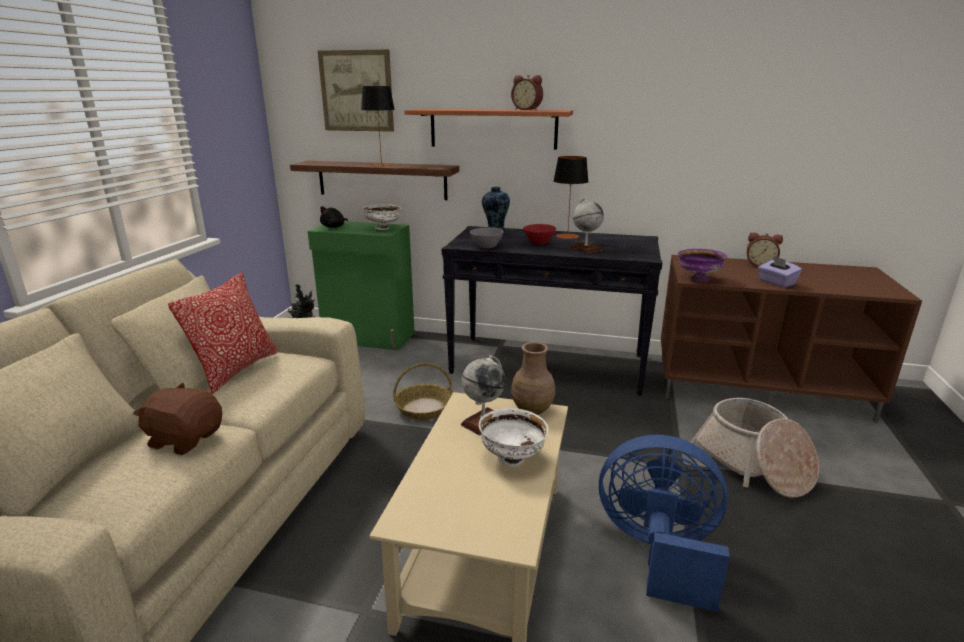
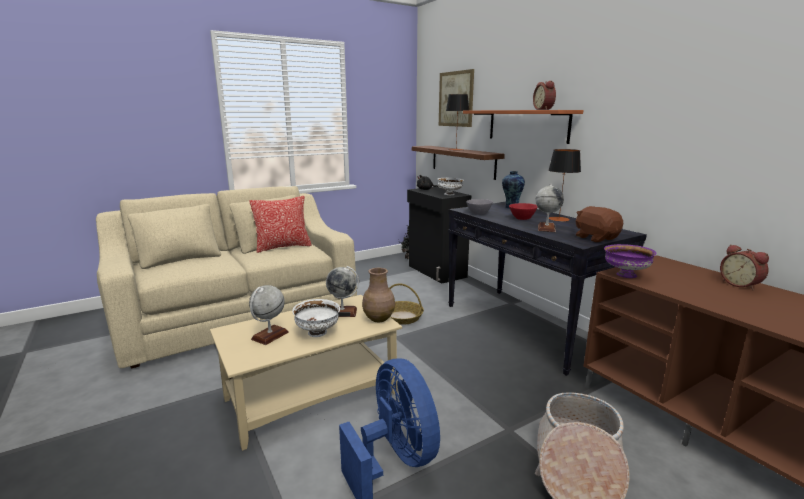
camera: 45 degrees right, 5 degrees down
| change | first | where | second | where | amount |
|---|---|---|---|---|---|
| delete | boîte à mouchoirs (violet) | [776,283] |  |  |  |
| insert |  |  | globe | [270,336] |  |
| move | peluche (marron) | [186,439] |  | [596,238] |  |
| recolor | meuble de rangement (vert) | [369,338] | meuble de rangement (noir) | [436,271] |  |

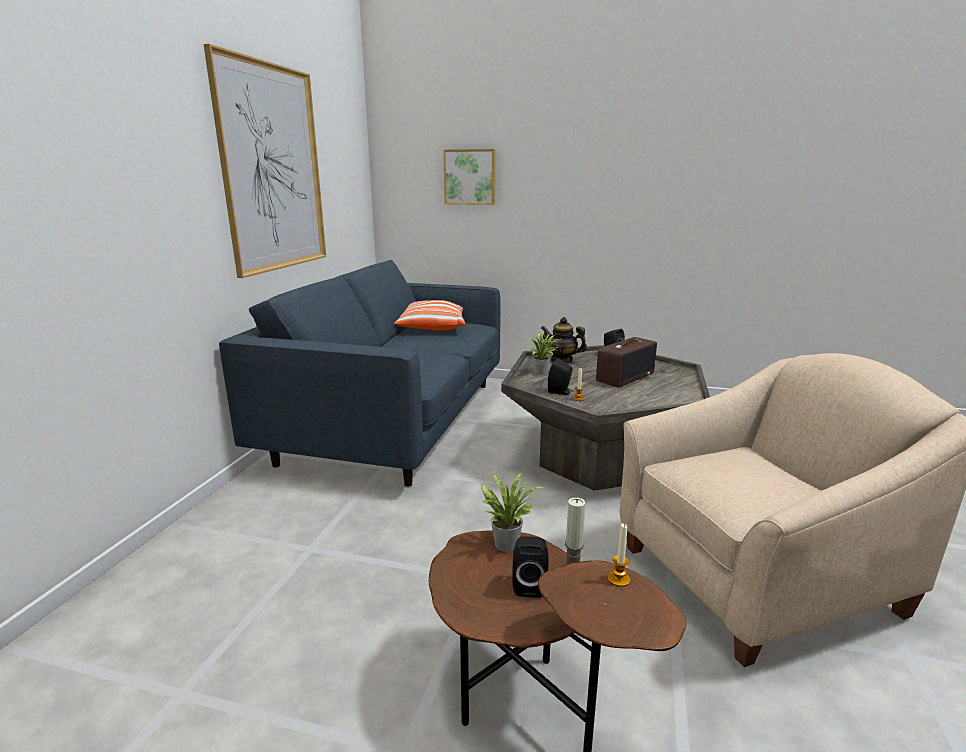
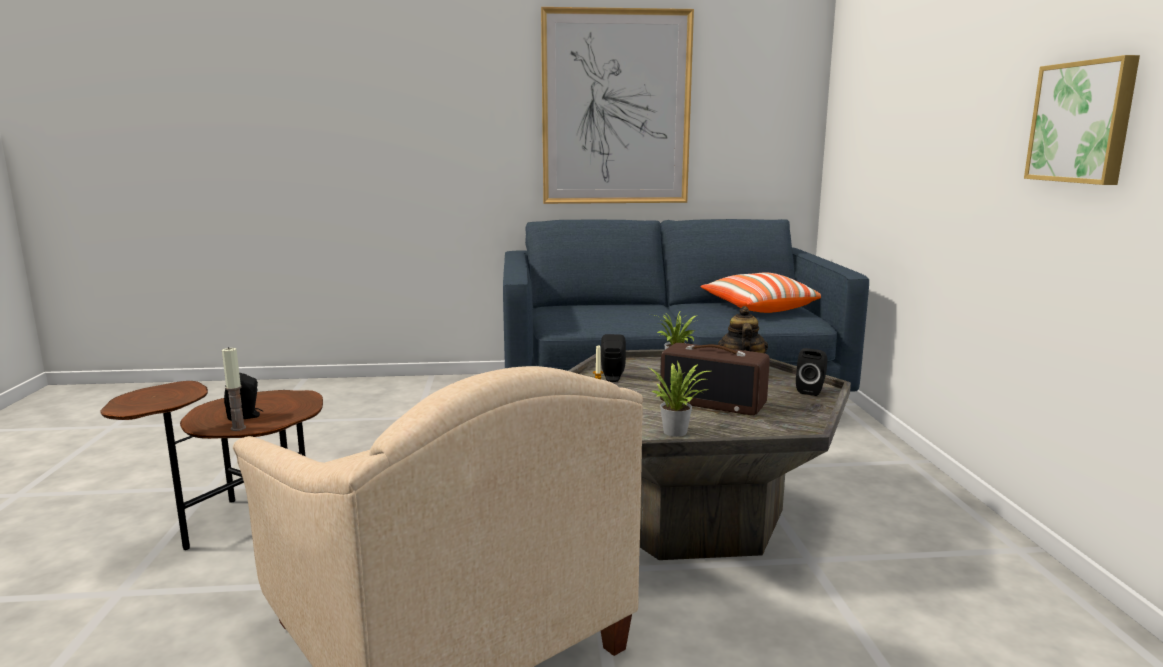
camera: 70 degrees right, 5 degrees down
| change | first | where | second | where | amount |
|---|---|---|---|---|---|
| delete | bougie | [618,579] |  |  |  |
| move | tableau | [470,177] |  | [1083,122] |  |
| move | plante en pot | [505,542] |  | [678,431] |  |

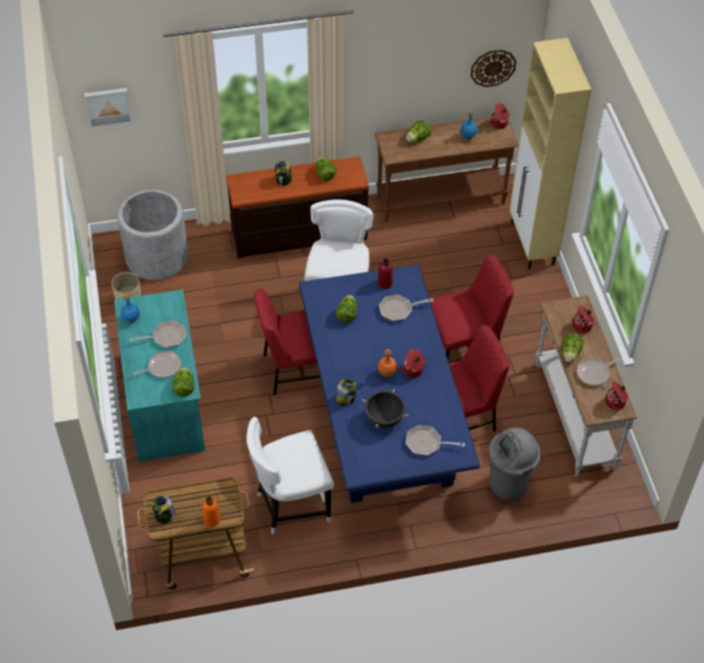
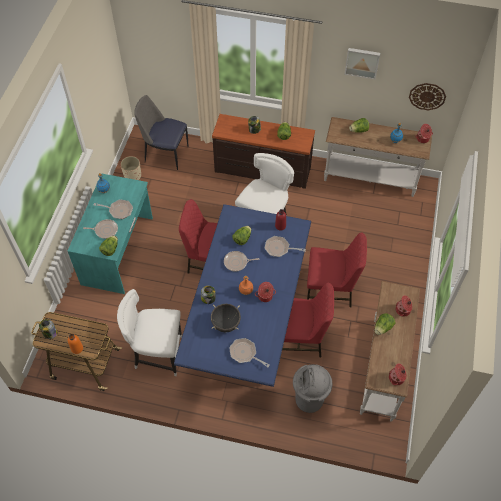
camera: 25 degrees right, 5 degrees up
| change | first | where | second | where | amount |
|---|---|---|---|---|---|
| delete | meuble de rangement (beige) | [532,244] |  |  |  |
| move | tableau | [108,106] |  | [362,62] |  |
| move | poêle | [594,373] |  | [237,262] |  |
| replace | cache-pot (gris) | [157,257] | chaise | [165,153] |  |
| recolor | table console (marron) | [441,201] | table console (blanc) | [370,179] |  |

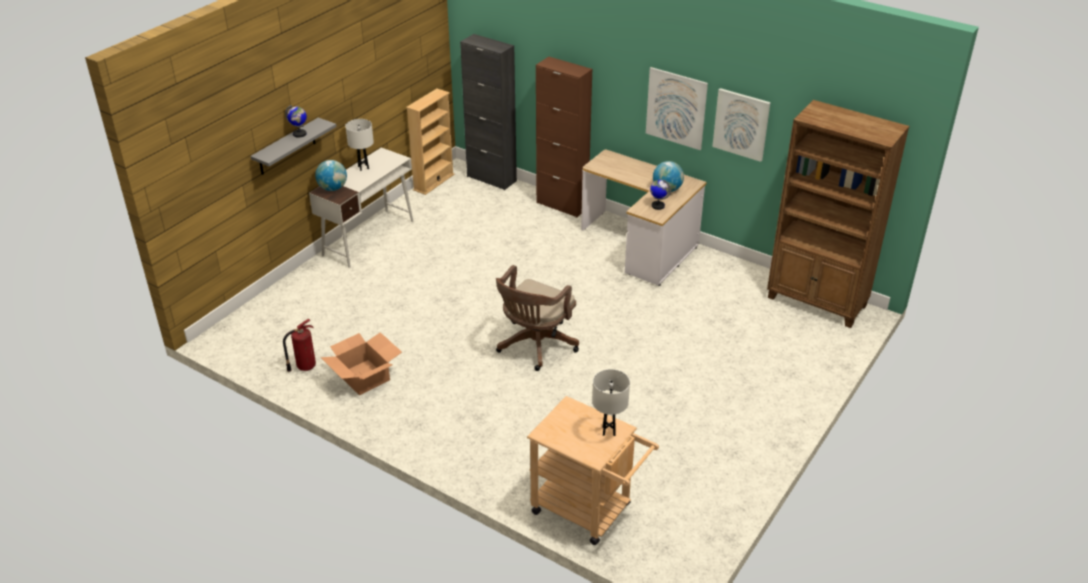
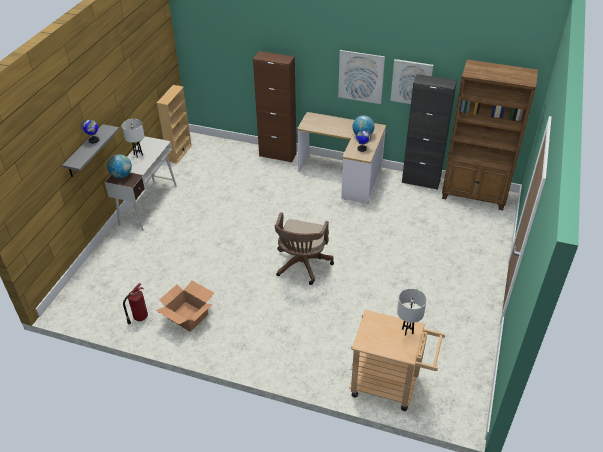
camera: 15 degrees left, 5 degrees up
| change | first | where | second | where | amount |
|---|---|---|---|---|---|
| move | meuble de rangement (noir) | [491,178] |  | [421,181] |  |

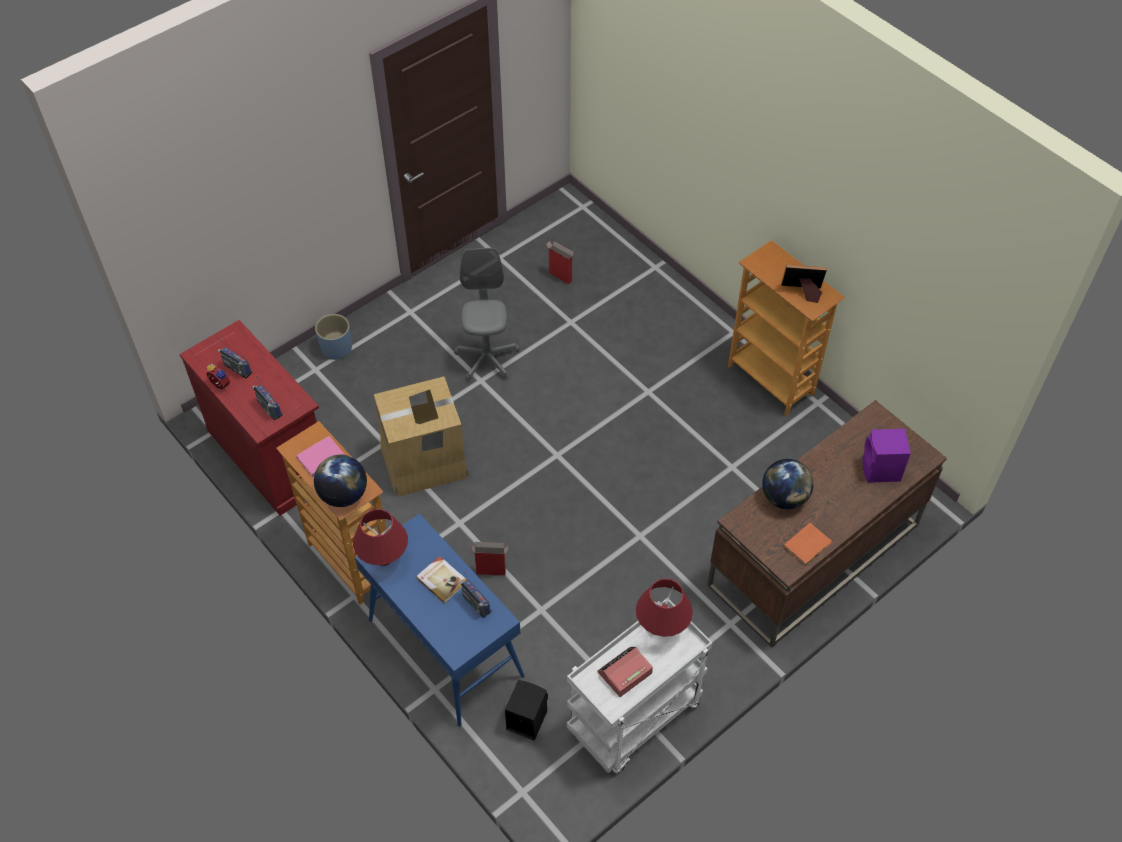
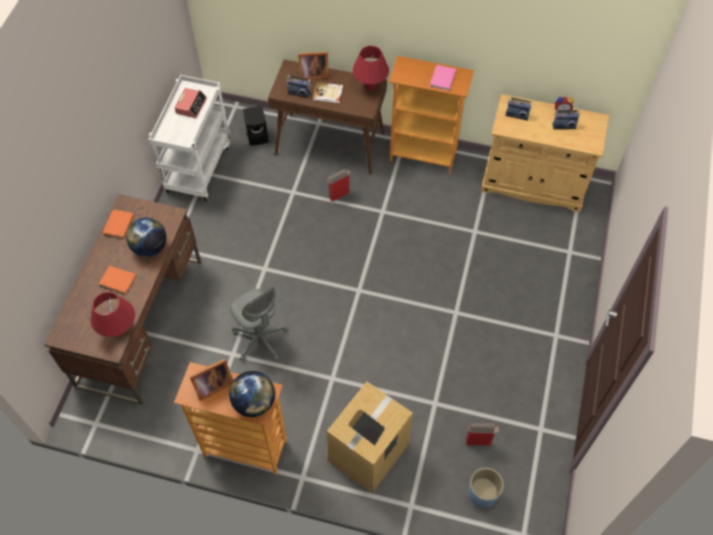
camera: 145 degrees right, 5 degrees up
| change | first | where | second | where | amount |
|---|---|---|---|---|---|
| delete | enceinte (violet) | [880,471] |  |  |  |
| insert |  |  | livre (orange) | [118,281] |  |
| insert |  |  | cadre photo | [312,74] |  |
| move | globe | [343,495] |  | [254,402] |  |
| move | cache-pot (bleu) | [336,348] |  | [483,493] |  |
| move | carton | [425,462] |  | [368,450] |  |
| move | chaise de bureau (gris) | [487,358] |  | [260,339] |  |
| move | lampe de table (rouge) | [662,627] |  | [119,329] |  |
| recolor | meuble de rangement (rouge) | [270,455] | meuble de rangement (beige) | [533,183] |  |
| recolor | table console (bleu) | [444,648] | table console (marron) | [330,144] |  |

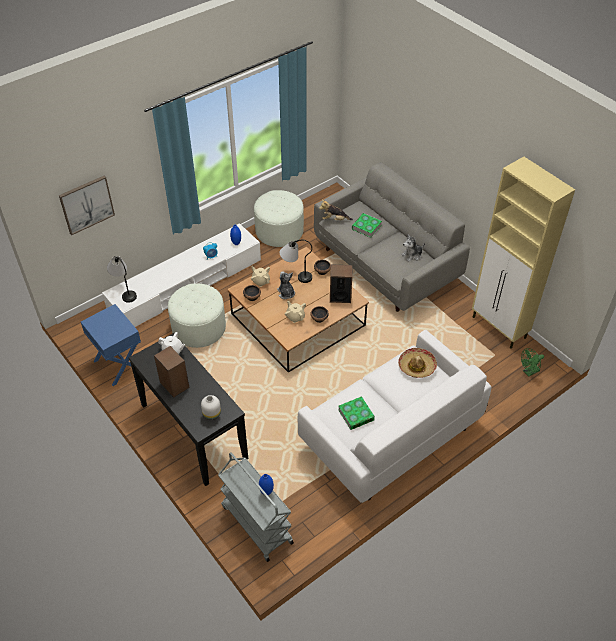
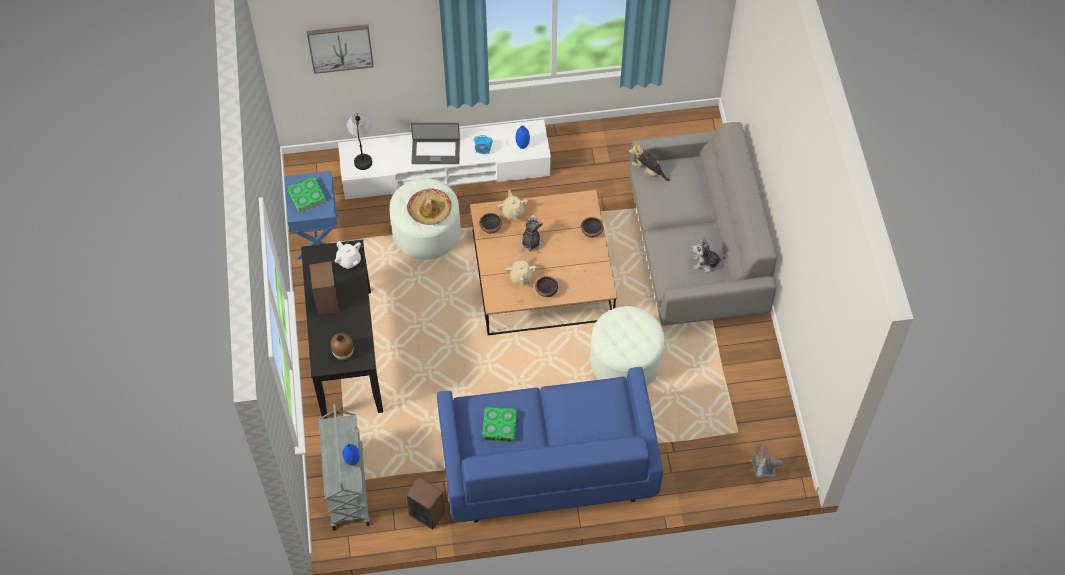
camera: 30 degrees right, 10 degrees up
| change | first | where | second | where | amount |
|---|---|---|---|---|---|
| delete | lampe de table | [295,275] |  |  |  |
| delete | meuble de rangement (beige) | [499,328] |  |  |  |
| insert |  |  | ordinateur portable | [435,151] |  |
| move | pouf (blanc) | [279,231] |  | [625,361] |  |
| move | enceinte | [340,296] |  | [427,513] |  |
| move | livre | [366,227] |  | [307,196] |  |
| move | chapeau | [417,366] |  | [429,210] |  |
| recolor | vase (blanc) | [211,414] | vase (marron) | [342,353] |  |
| recolor | canapé (blanc) | [390,435] | canapé (bleu) | [547,464] |  |
| recolor | ventilateur (vert) | [529,372] | ventilateur (gris) | [761,473] |  |

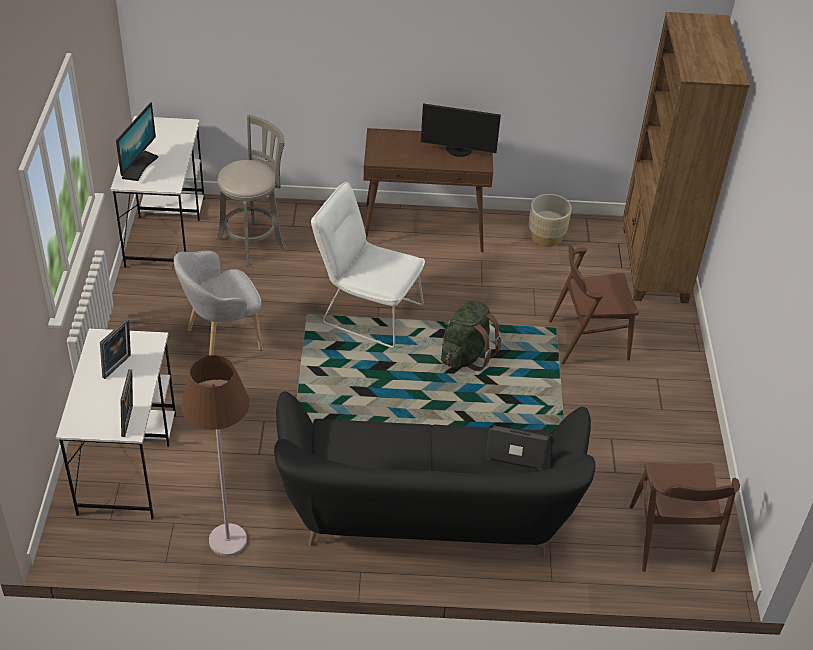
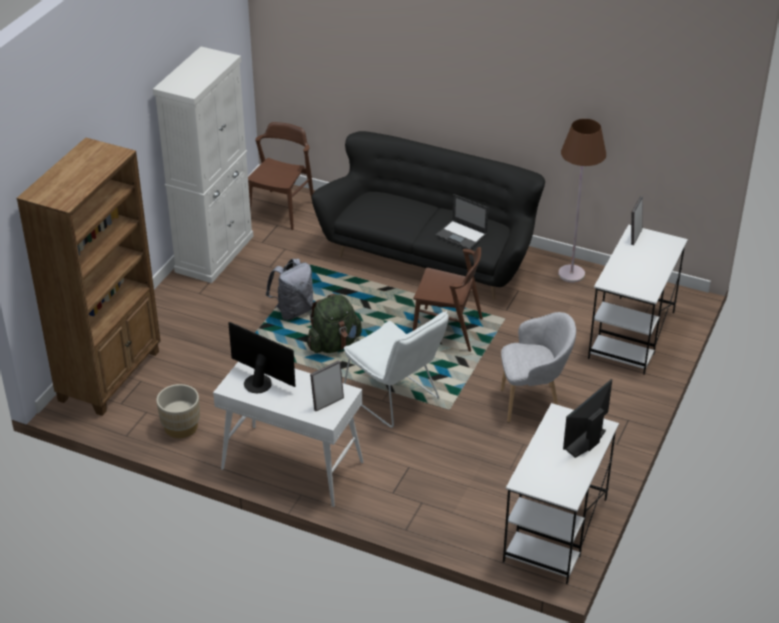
camera: 155 degrees left, 5 degrees down
| change | first | where | second | where | amount |
|---|---|---|---|---|---|
| delete | tabouret (gris) | [253,241] |  |  |  |
| insert |  |  | meuble de rangement (blanc) | [214,254] |  |
| insert |  |  | sac à dos (gris) | [293,311] |  |
| move | cadre photo | [118,367] |  | [327,402] |  |
| move | ordinateur portable | [516,448] |  | [462,235] |  |
| move | chaise (marron) | [588,340] |  | [447,330] |  |
| recolor | table console (marron) | [424,228] | table console (blanc) | [291,466] |  |

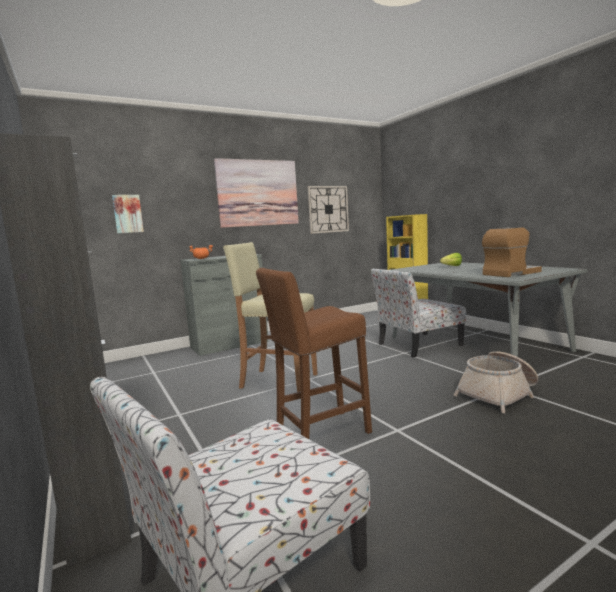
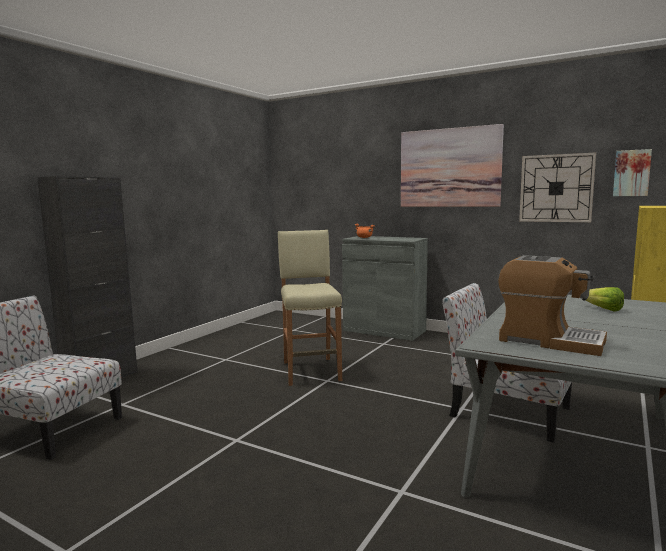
camera: 60 degrees right, 0 degrees up
| change | first | where | second | where | amount |
|---|---|---|---|---|---|
| delete | tabouret (marron) | [318,433] |  |  |  |
| delete | panier | [498,394] |  |  |  |
| move | tableau | [127,214] |  | [631,173] |  |

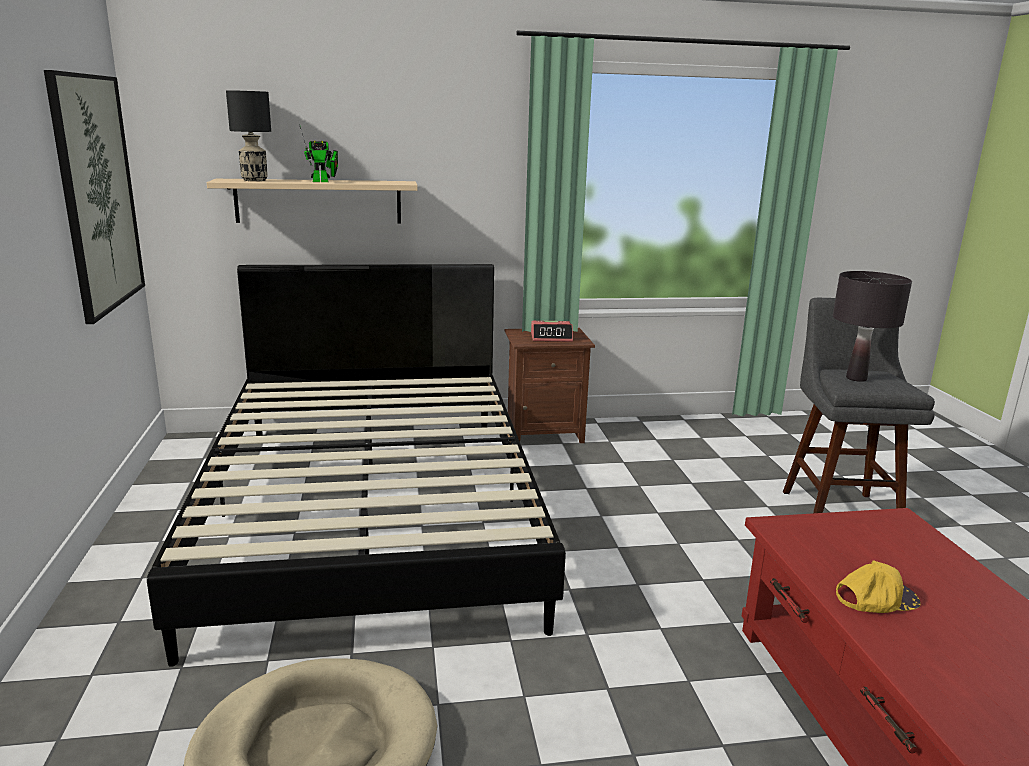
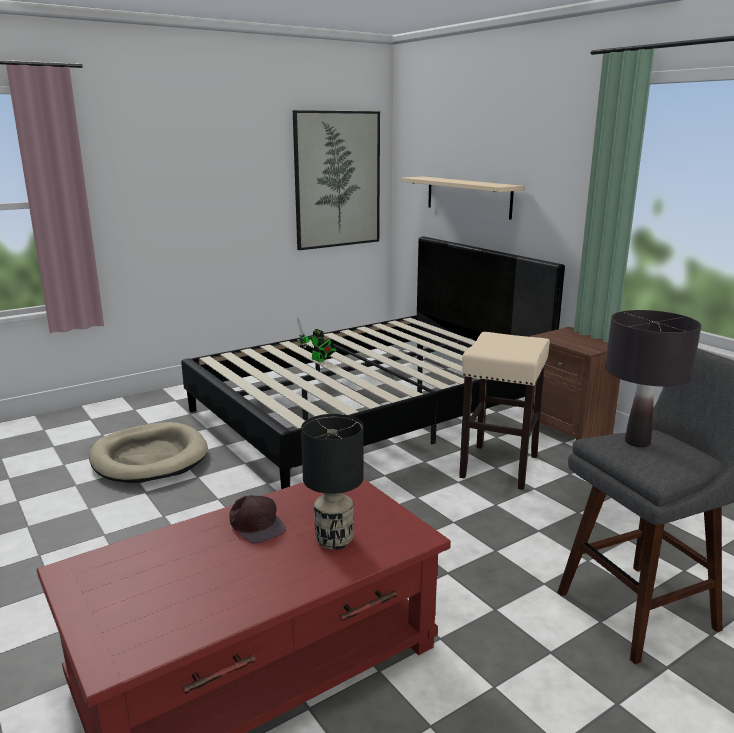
camera: 65 degrees right, 0 degrees up
| change | first | where | second | where | amount |
|---|---|---|---|---|---|
| delete | réveil | [551,337] |  |  |  |
| insert |  |  | tabouret (beige) | [499,467] |  |
| move | lampe de table (noir) | [254,180] |  | [333,540] |  |
| move | robot jouet | [323,181] |  | [318,360] |  |
| recolor | casquette (jaune) | [875,597] | casquette (marron) | [256,524] |  |

